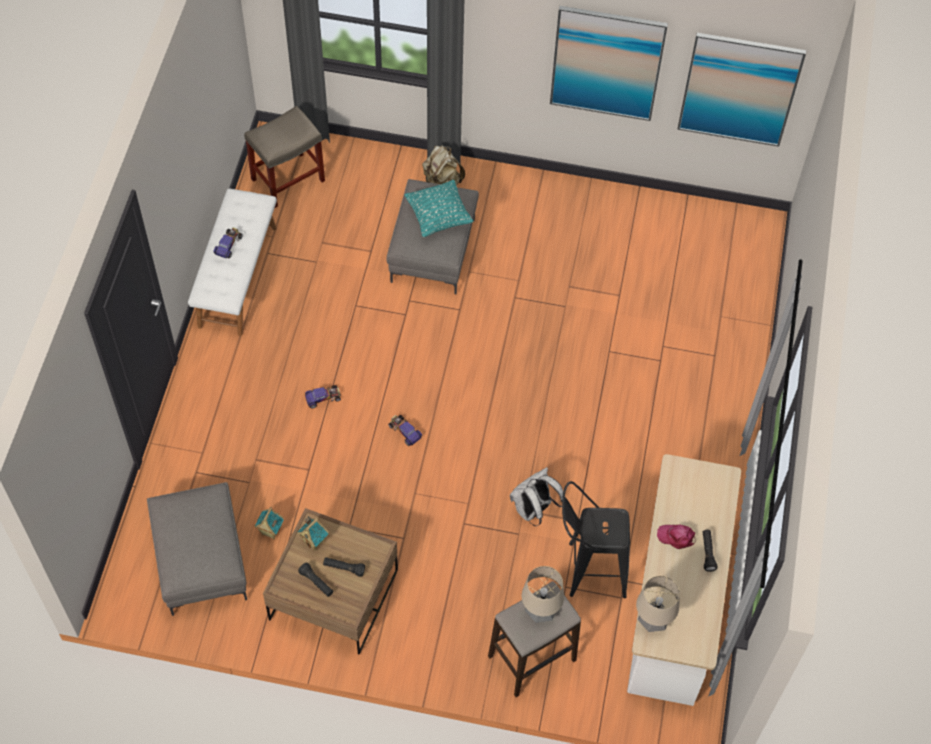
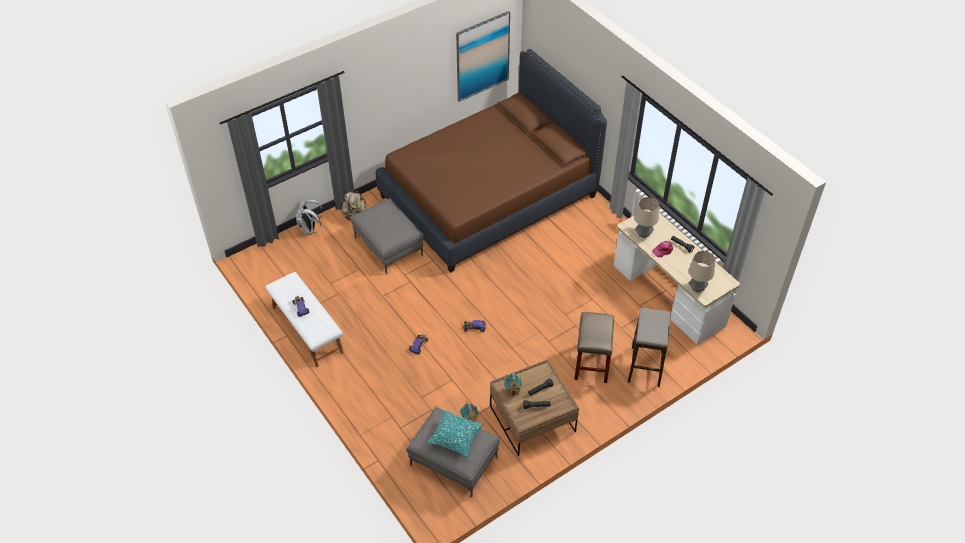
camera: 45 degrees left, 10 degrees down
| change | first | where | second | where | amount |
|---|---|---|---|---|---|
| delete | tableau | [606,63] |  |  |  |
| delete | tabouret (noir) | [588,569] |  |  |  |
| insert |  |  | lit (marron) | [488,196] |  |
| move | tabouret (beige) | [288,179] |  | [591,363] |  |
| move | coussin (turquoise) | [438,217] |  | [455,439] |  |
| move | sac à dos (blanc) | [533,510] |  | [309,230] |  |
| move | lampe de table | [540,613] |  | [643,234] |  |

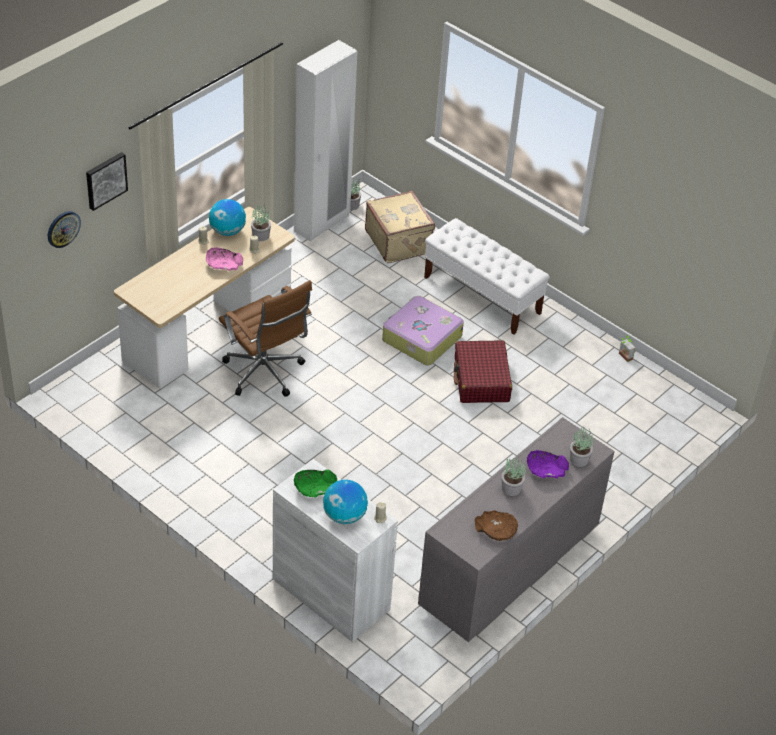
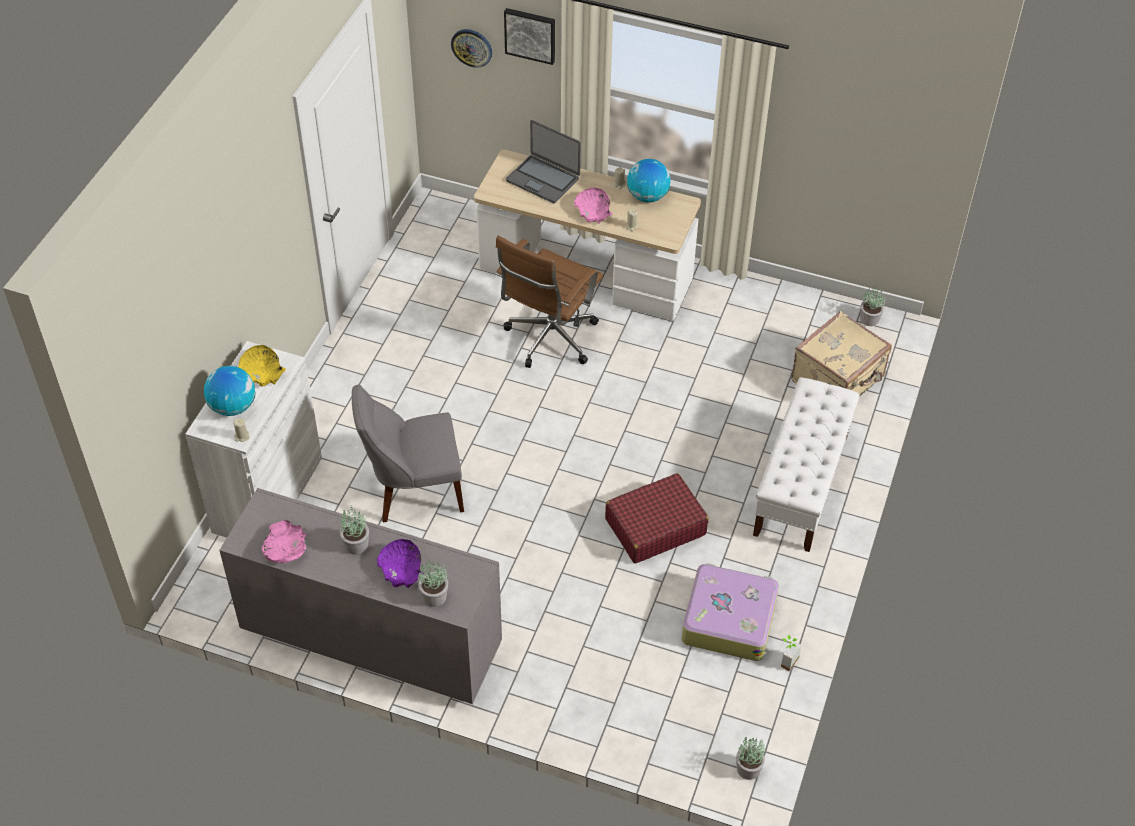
camera: 70 degrees right, 5 degrees up
| change | first | where | second | where | amount |
|---|---|---|---|---|---|
| delete | armoire (blanc) | [322,224] |  |  |  |
| insert |  |  | chaise (gris) | [413,491] |  |
| insert |  |  | ordinateur portable | [543,179] |  |
| move | plante en pot | [260,235] |  | [748,768] |  |
| move | valise | [421,338] |  | [728,619] |  |
| recolor | bol (vert) | [314,488] | bol (jaune) | [262,371] |  |
| recolor | bol (marron) | [496,530] | bol (rose) | [285,548] |  |

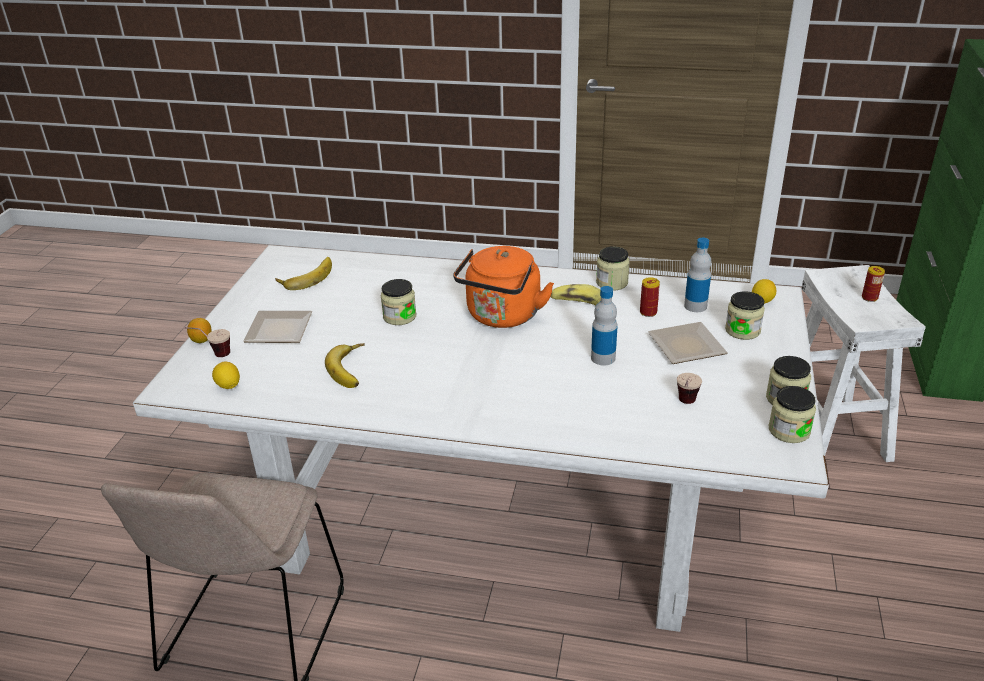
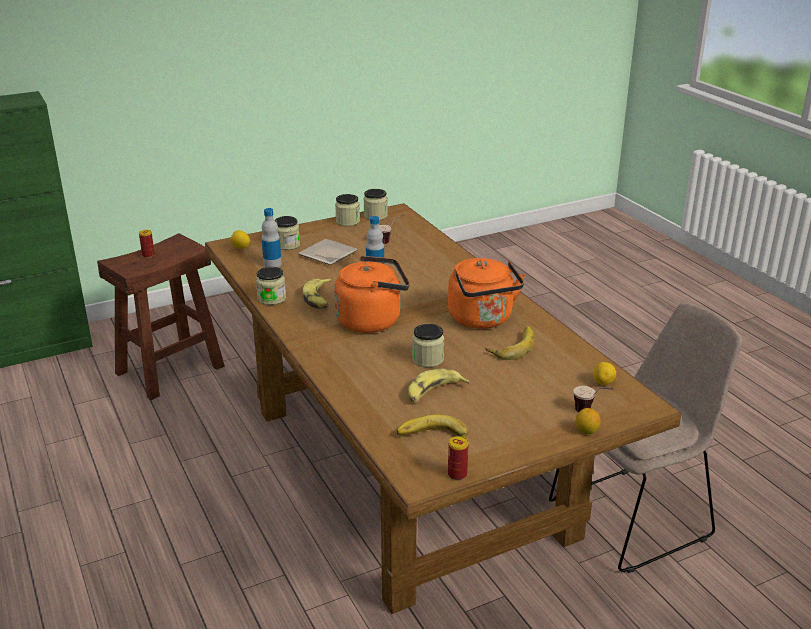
camera: 130 degrees left, 5 degrees down
| change | first | where | second | where | amount |
|---|---|---|---|---|---|
| delete | assiette | [278,329] |  |  |  |
| insert |  |  | banane | [434,392] |  |
| insert |  |  | bouilloire (orange) | [482,320] |  |
| move | boîte métallique | [648,312] |  | [457,474] |  |
| recolor | table à manger (blanc) | [494,511] | table à manger (marron) | [408,471] |  |
| recolor | tabouret (blanc) | [829,430] | tabouret (marron) | [170,370] |  |

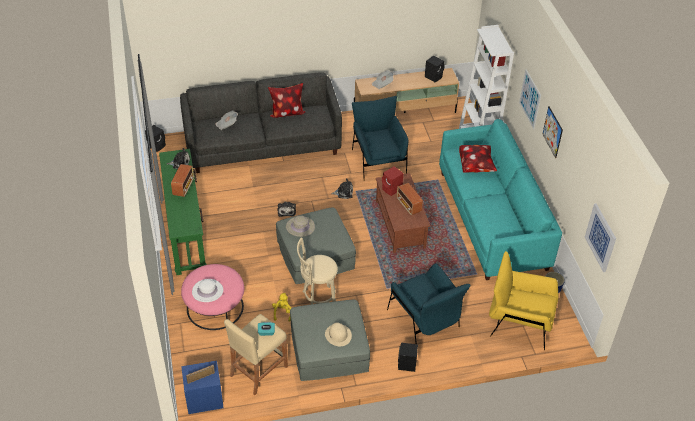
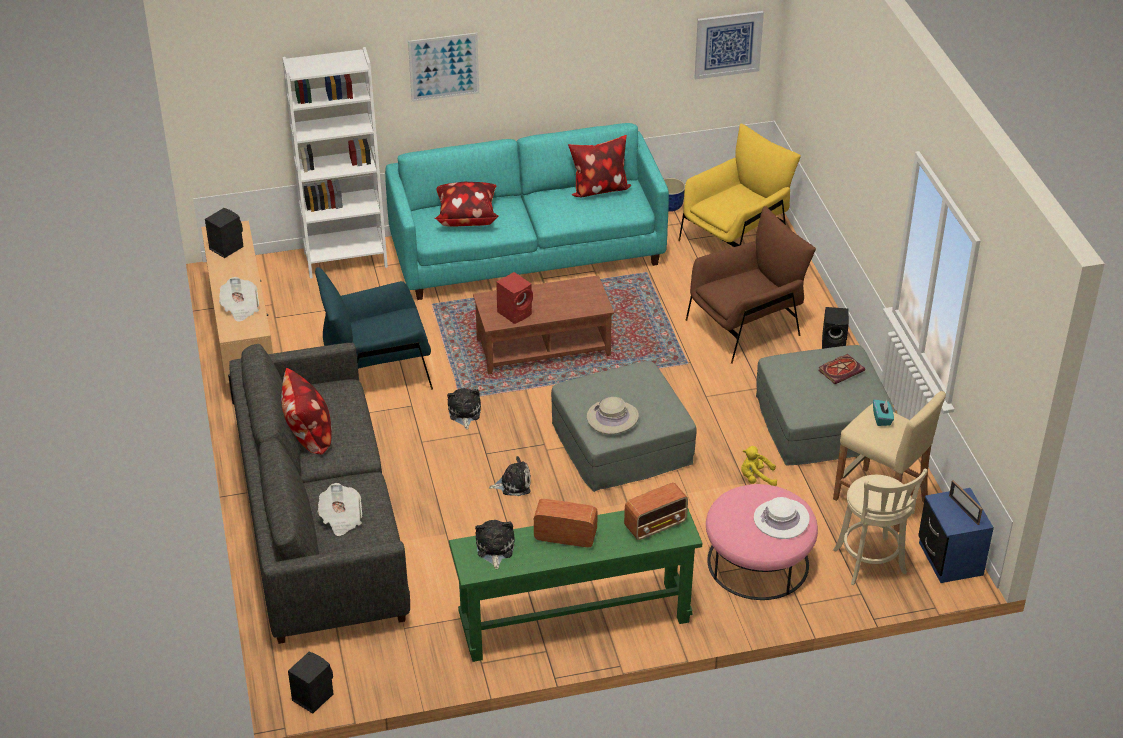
camera: 90 degrees left, 5 degrees down
| change | first | where | second | where | amount |
|---|---|---|---|---|---|
| delete | tableau | [552,132] |  |  |  |
| insert |  |  | coussin | [599,189] |  |
| move | tabouret (beige) | [317,301] |  | [871,564] |  |
| move | radio | [409,206] |  | [656,525] |  |
| replace | chapeau (beige) | [338,335] | livre | [841,370] |  |
| recolor | fauteuil (bleu) | [424,320] | fauteuil (marron) | [746,326] |  |
| rotate | fauteuil (jaune) | [519,322] |  | [735,239] | 150 degrees counterclockwise |

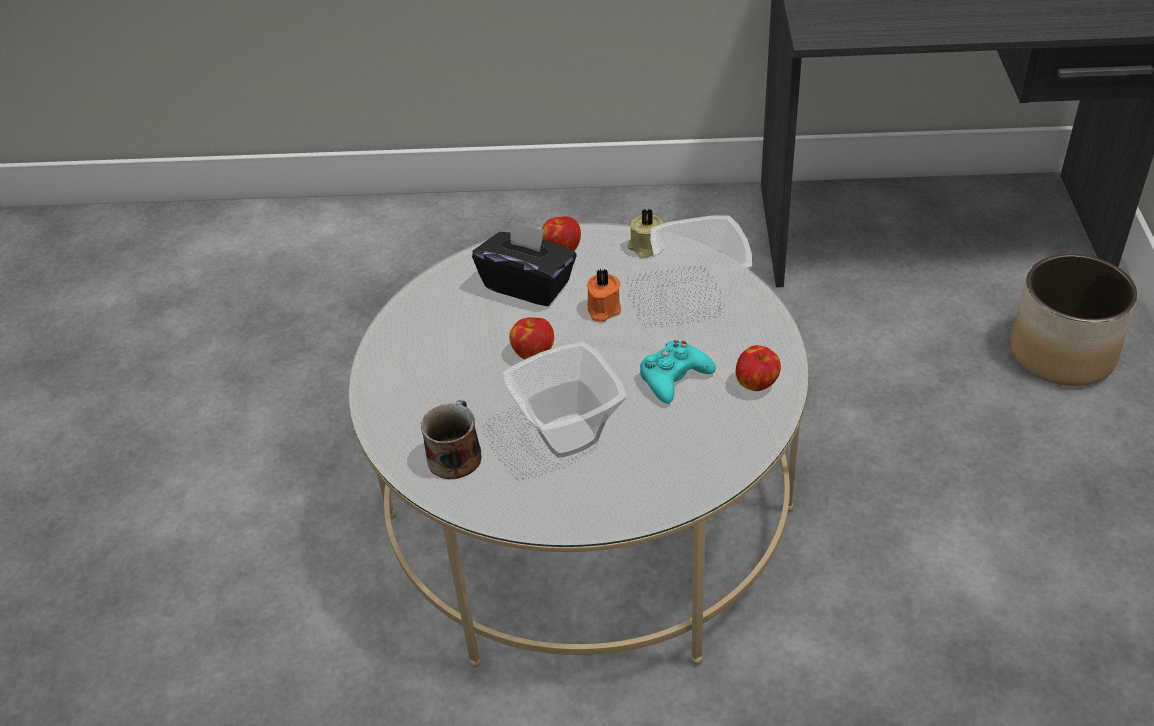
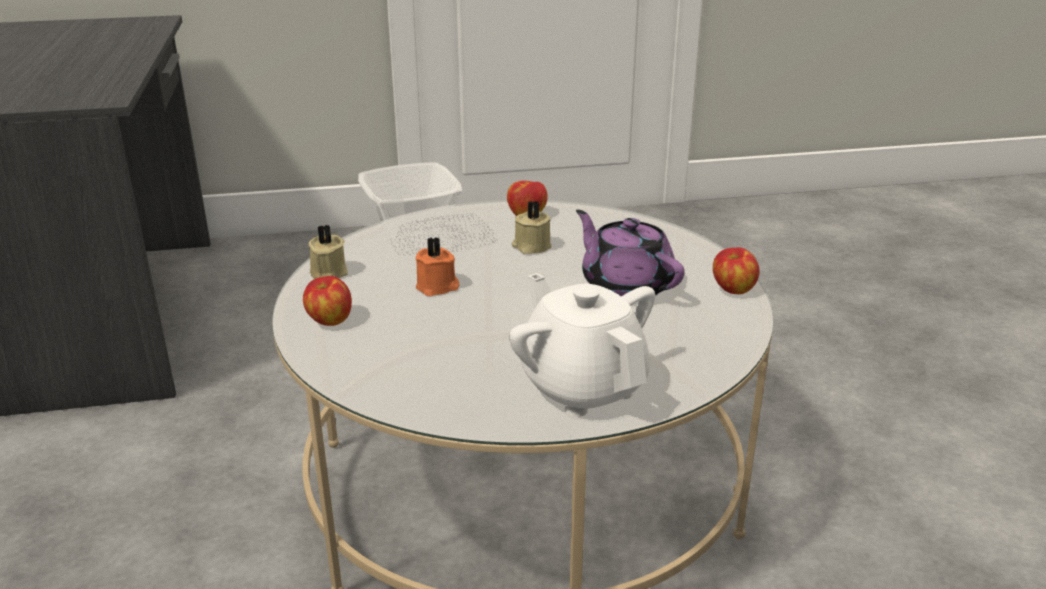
camera: 105 degrees left, 15 degrees down
| change | first | where | second | where | amount |
|---|---|---|---|---|---|
| delete | mug | [455,455] |  |  |  |
| delete | boîte à mouchoirs (noir) | [528,285] |  |  |  |
| delete | cache-pot | [1060,354] |  |  |  |
| insert |  |  | théière (blanc) | [582,387] |  |
| move | pomme | [533,353] |  | [733,290] |  |
| replace | bol | [569,434] | théière (violet) | [626,285] |  |
| replace | manette (turquoise) | [674,378] | bougie (beige) | [531,246] |  |

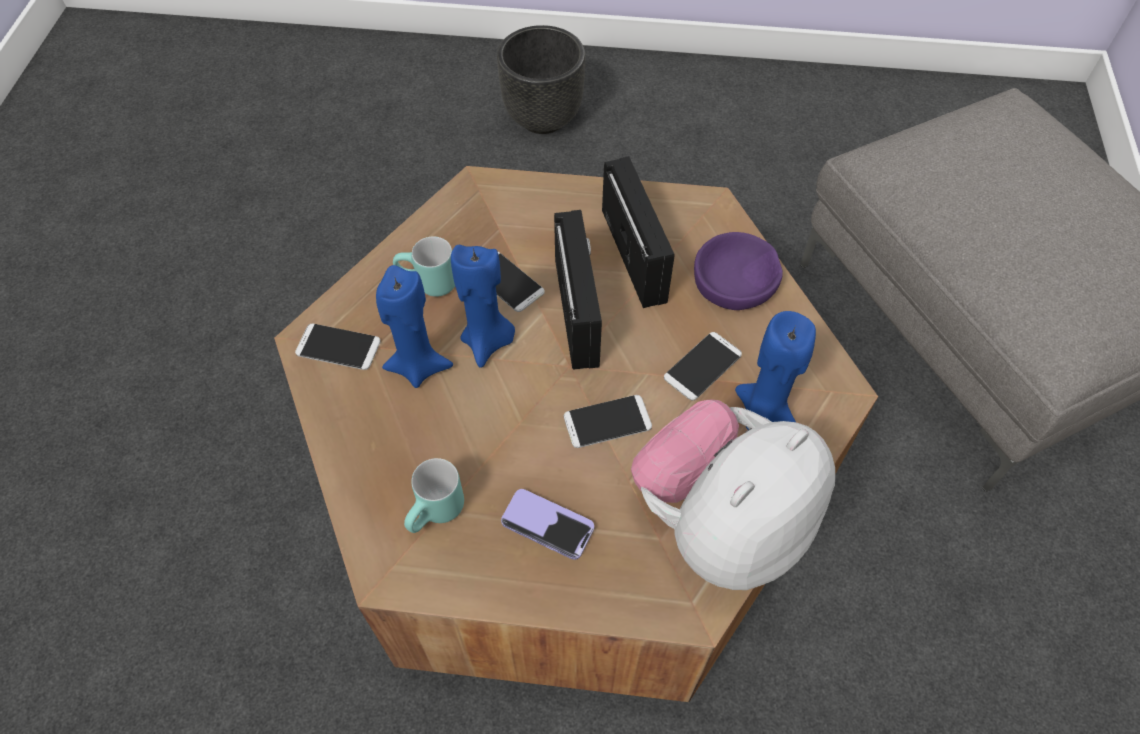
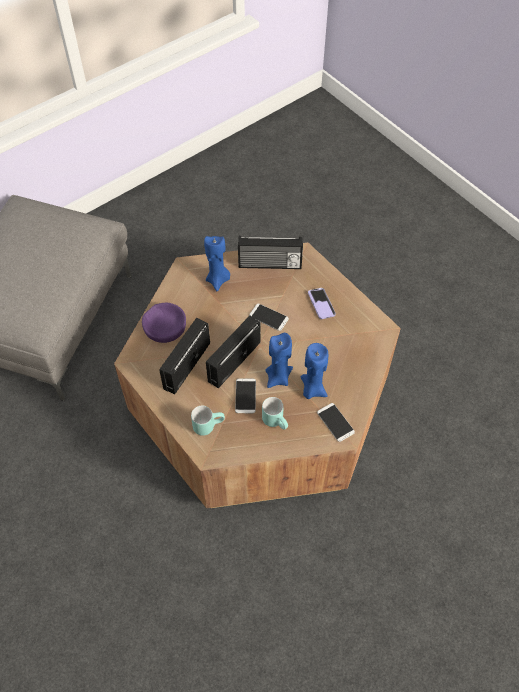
camera: 135 degrees left, 0 degrees up
| change | first | where | second | where | amount |
|---|---|---|---|---|---|
| delete | cache-pot (noir) | [543,118] |  |  |  |
| delete | téléphone | [702,366] |  |  |  |
| move | mug (turquoise) | [438,514] |  | [208,424] |  |
| replace | peluche | [721,523] | radio | [270,265] |  |

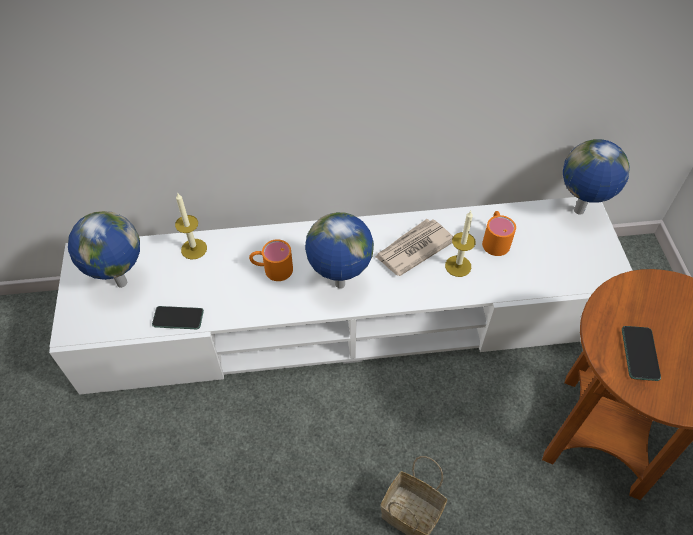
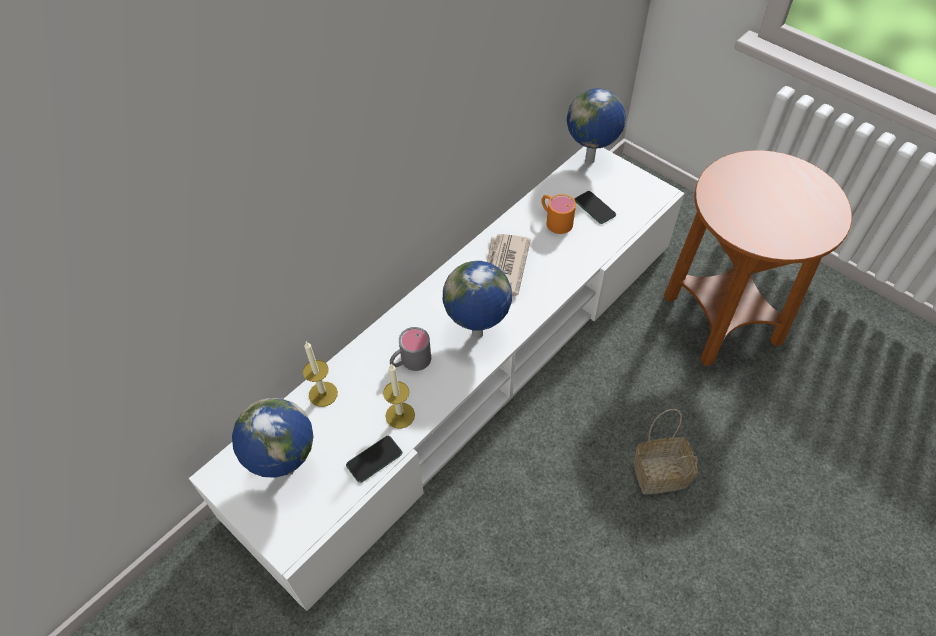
camera: 40 degrees left, 0 degrees up
| change | first | where | second | where | amount |
|---|---|---|---|---|---|
| move | bougie | [458,266] |  | [400,415] |  |
| move | téléphone | [640,353] |  | [594,208] |  |
| recolor | mug (orange) | [272,269] | mug (gris) | [410,361] |  |

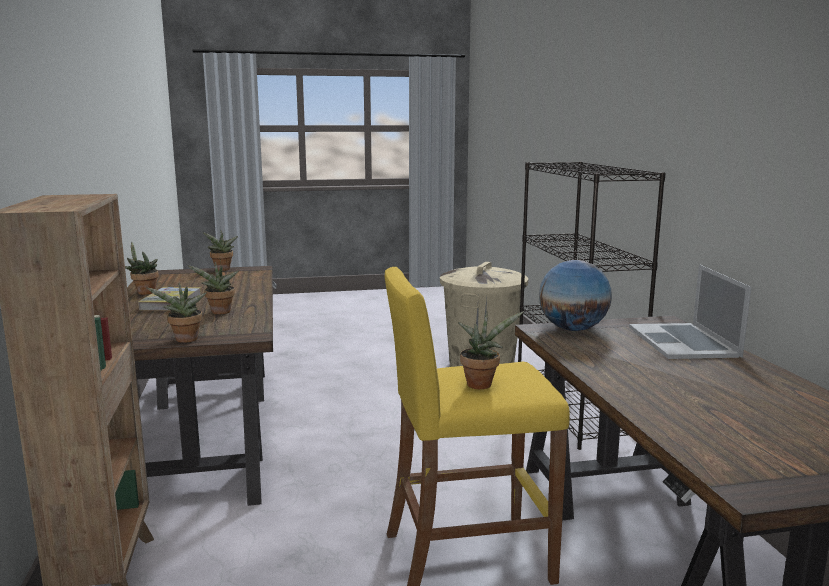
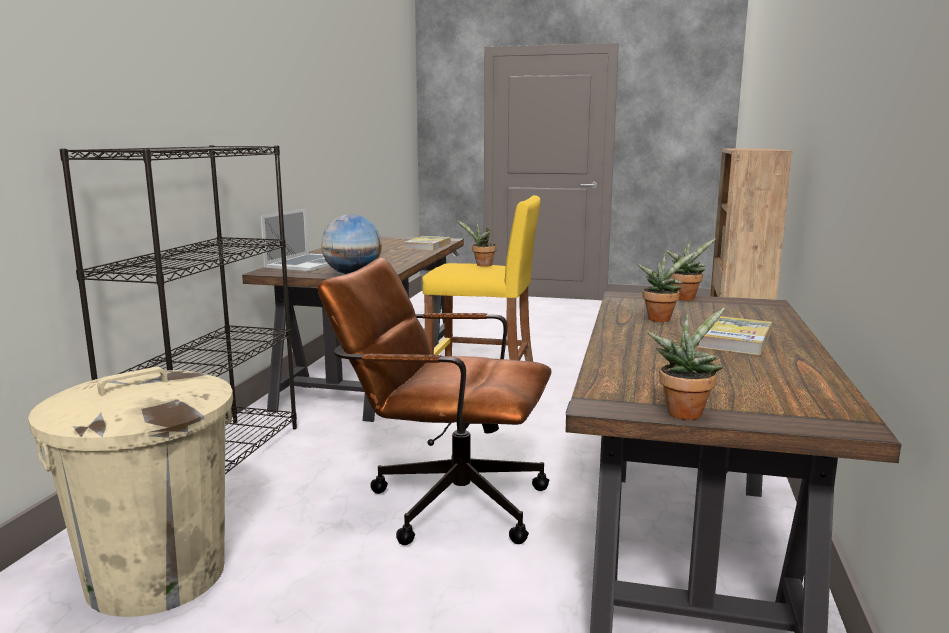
camera: 155 degrees left, 0 degrees up
| change | first | where | second | where | amount |
|---|---|---|---|---|---|
| delete | plante en pot | [144,292] |  |  |  |
| insert |  |  | chaise de bureau (marron) | [443,501] |  |
| insert |  |  | livre | [427,246] |  |

